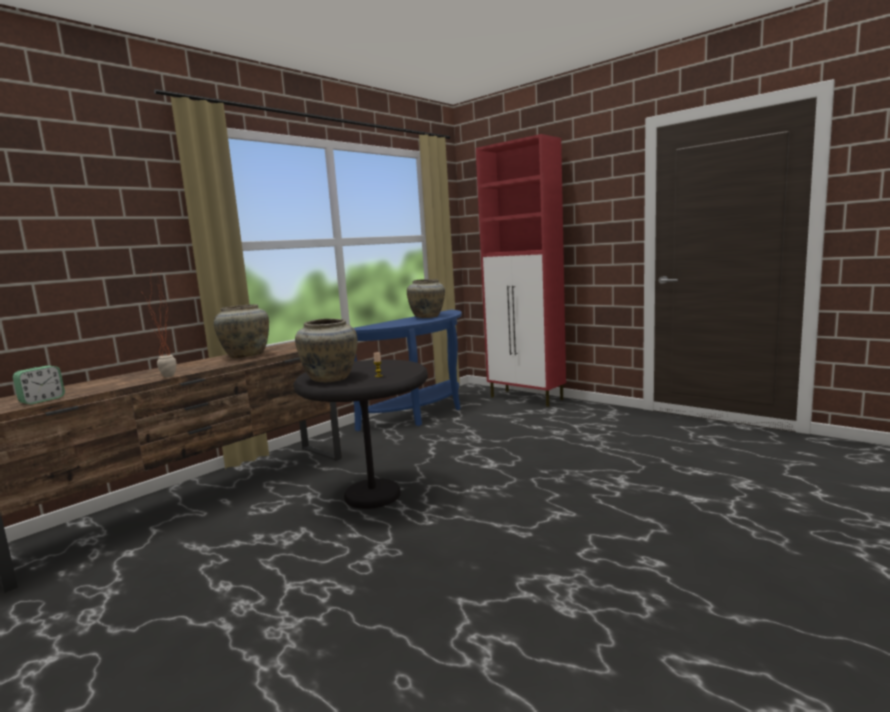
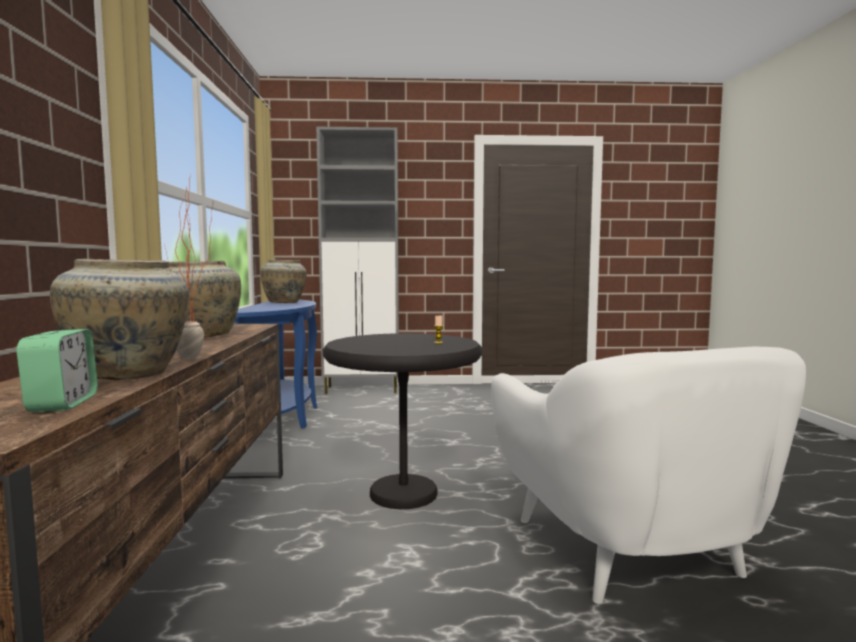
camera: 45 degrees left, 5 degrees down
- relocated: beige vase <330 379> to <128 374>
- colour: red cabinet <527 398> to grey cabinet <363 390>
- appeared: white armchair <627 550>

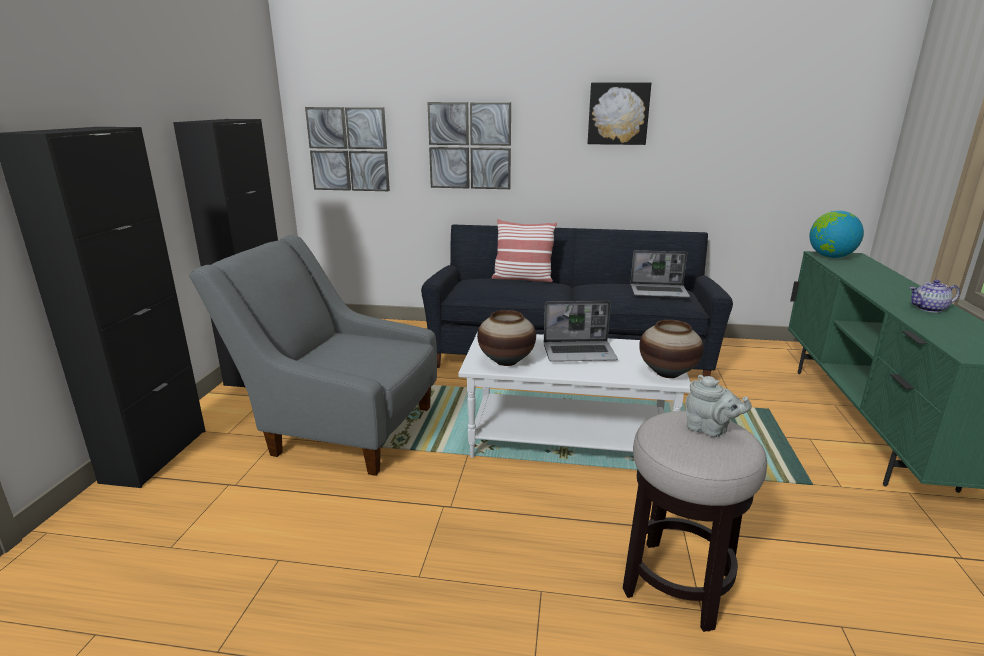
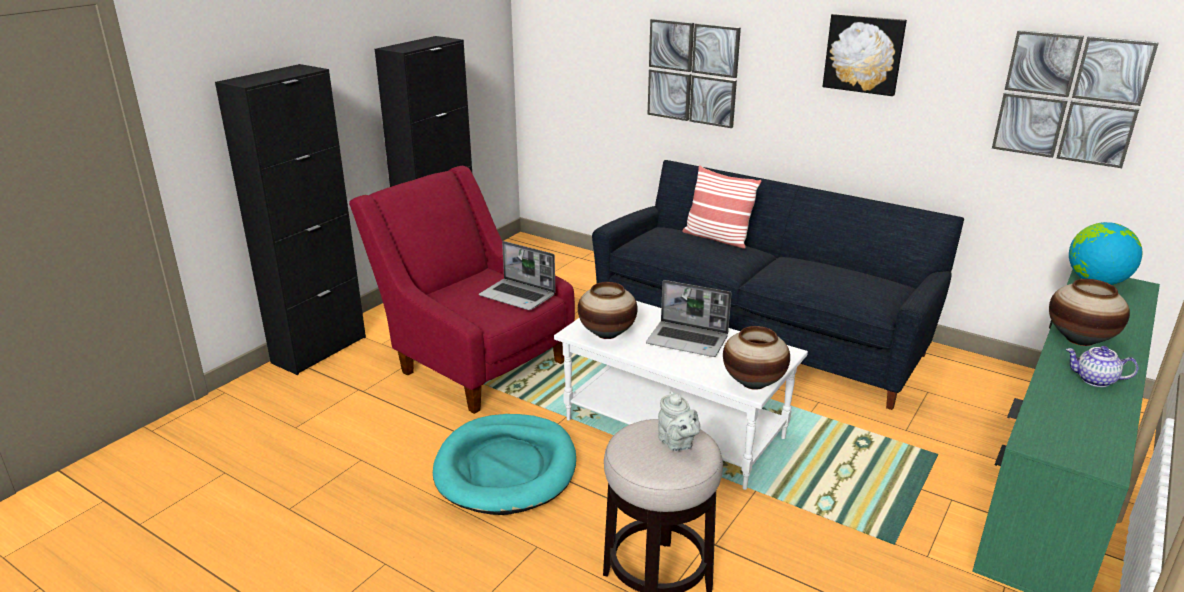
camera: 25 degrees right, 5 degrees up
- colour: grey armchair <341 427> to red armchair <474 361>
- relocated: picture <348 149> to <1070 98>
- relocated: laptop <659 292> to <518 296>
- appeared: turquoise dog bed <506 468>
- appeared: vase <1080 339>

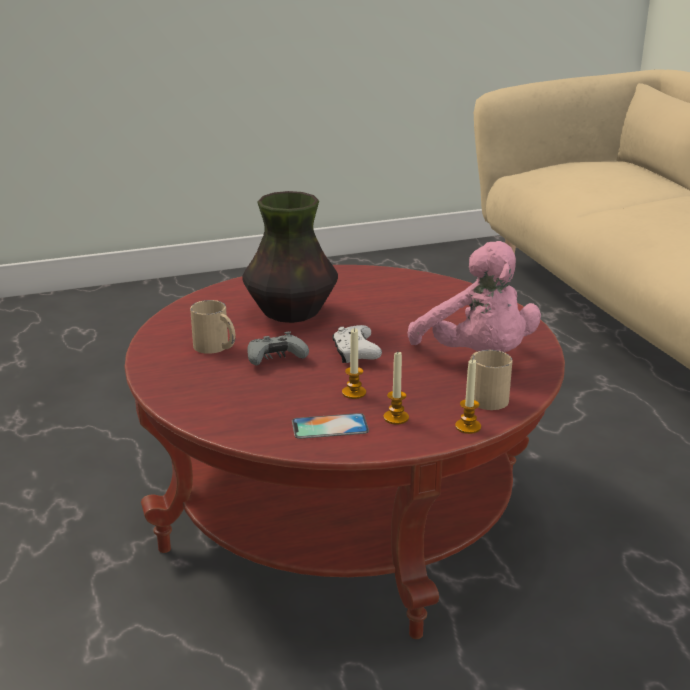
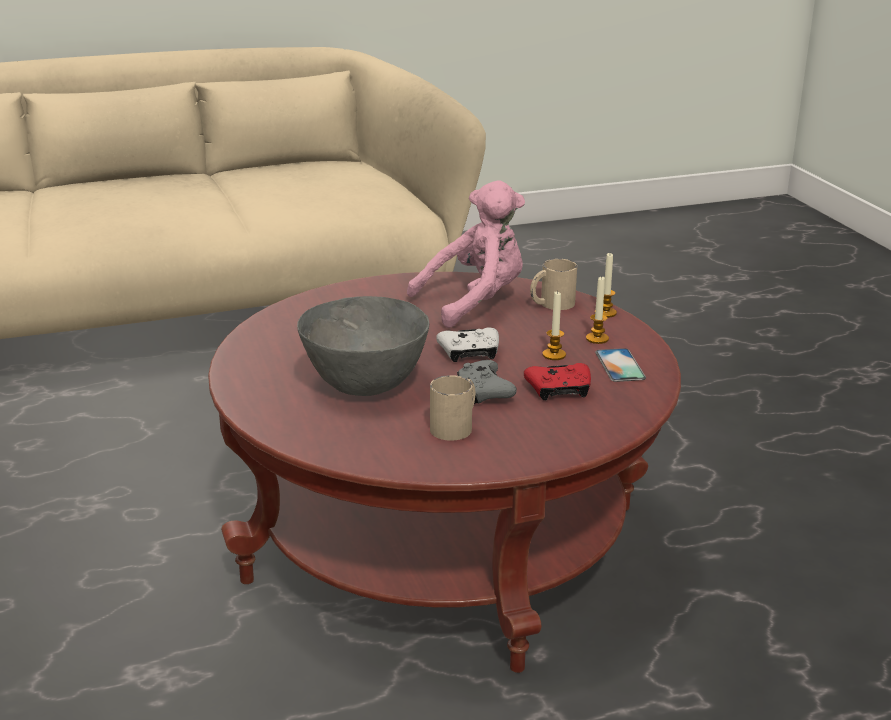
camera: 90 degrees left, 0 degrees up
- exchanged: vase <290 314> to grey bowl <365 386>
- appeared: red game controller <559 390>

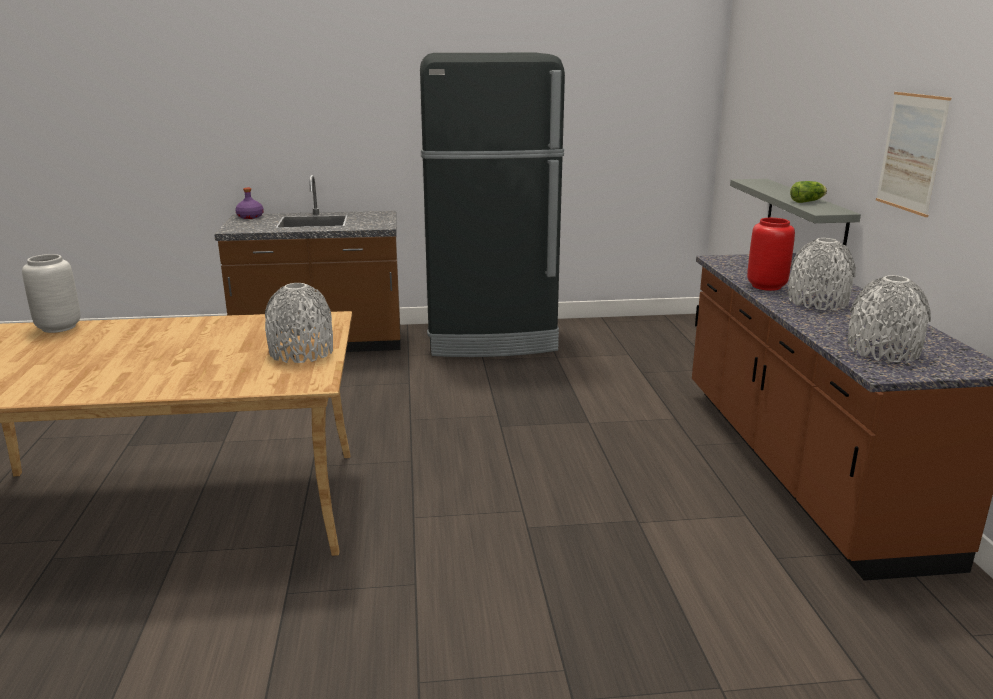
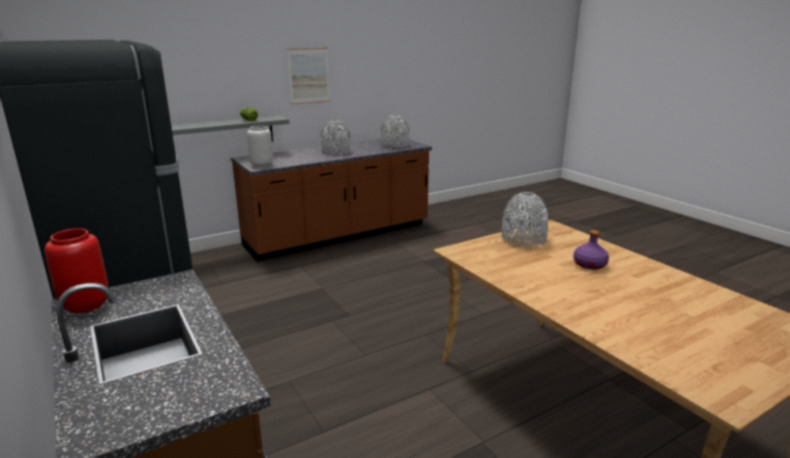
camera: 115 degrees left, 0 degrees up
- relocated: grey vase <60 327> to <261 165>
- relocated: purple bottle <250 217> to <590 264>
- relocated: red vase <767 286> to <86 304>

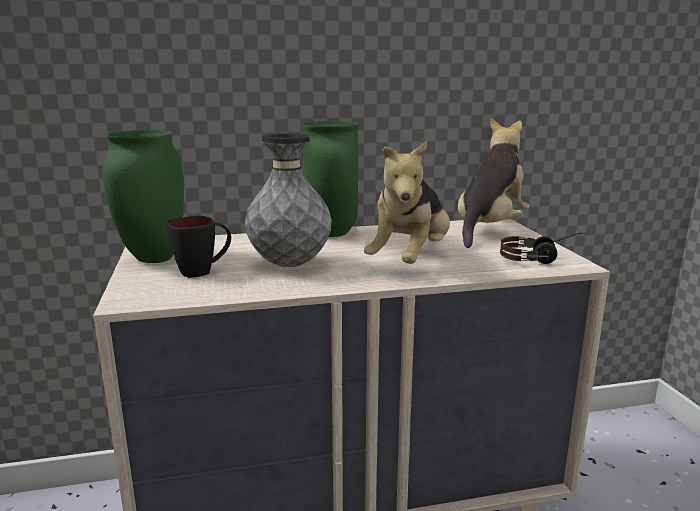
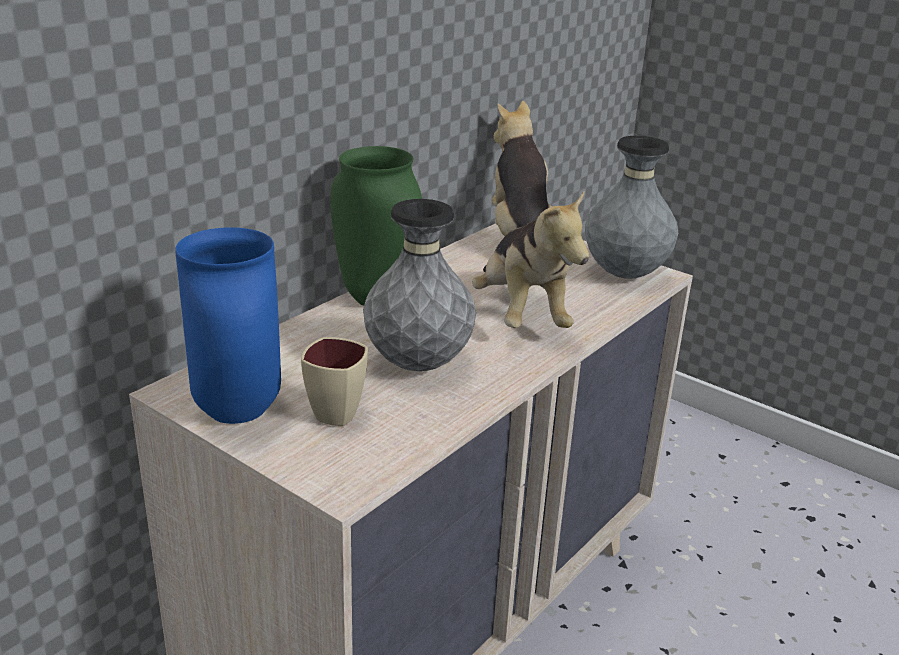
camera: 40 degrees left, 10 degrees up
- colour: green vase <155 259> to blue vase <241 412>
- colour: black mug <203 271> to beige mug <341 409>
- exchanged: headphones <541 258> to grey vase <624 275>

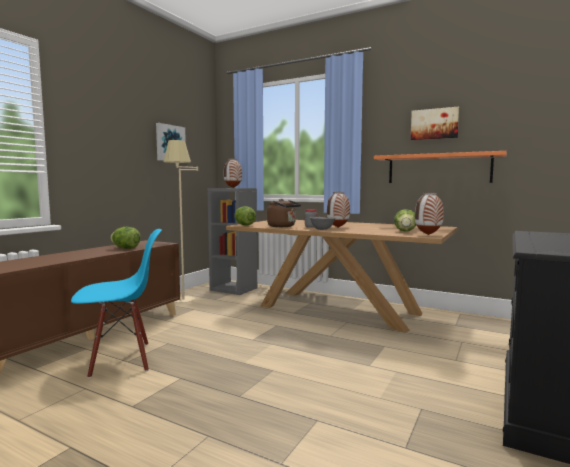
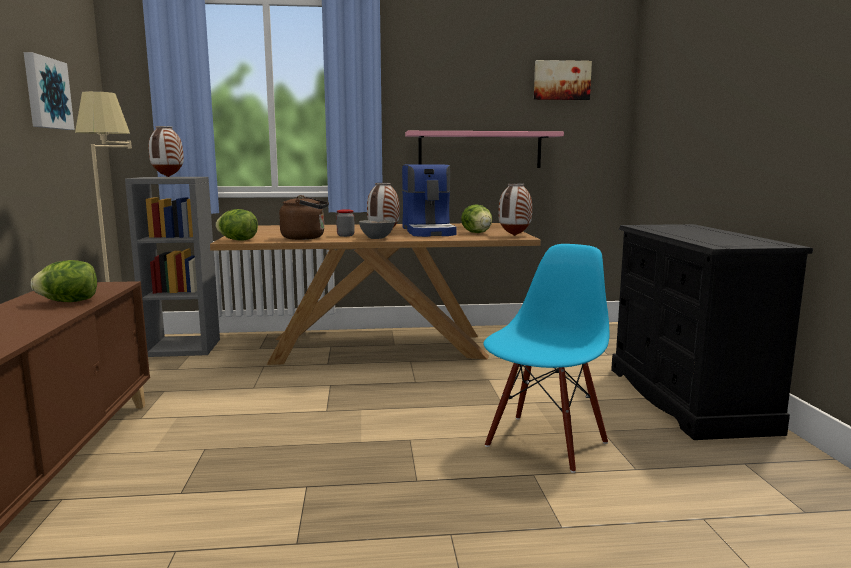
camera: 35 degrees left, 5 degrees up
- relocated: blue chair <121 360> to <545 443>
- colour: orange shelf <438 169> to pink shelf <480 150>
- relocated: picture <434 124> to <561 80>
- appeared: coffee machine <429 231>

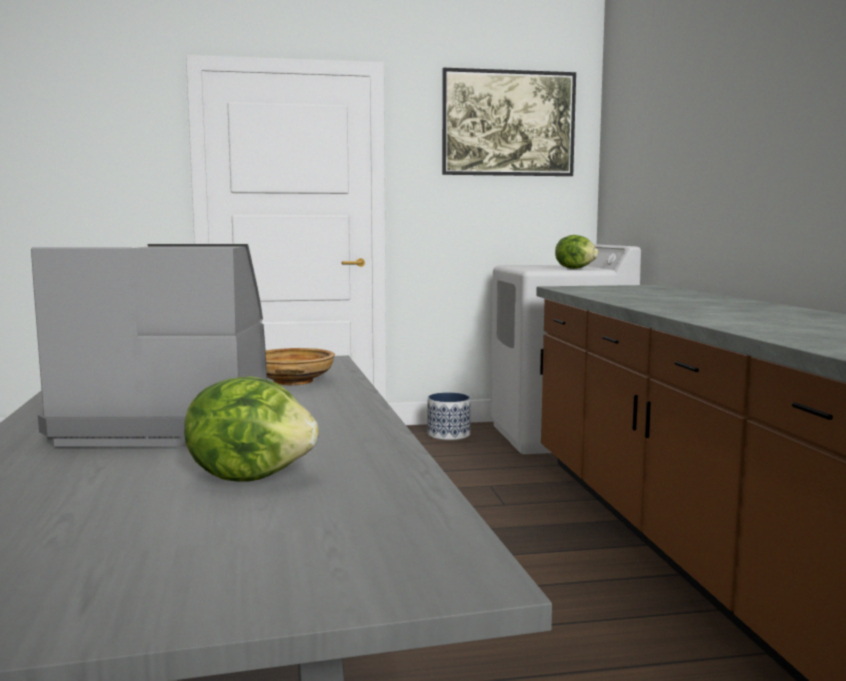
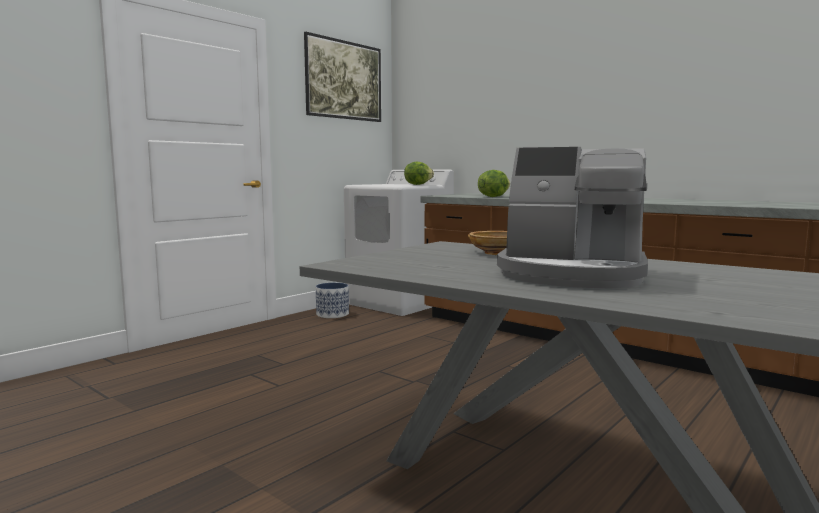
camera: 40 degrees left, 0 degrees up
- spun: coffee machine <173 423> = <572 274> 120 degrees counterclockwise
- relocated: lettuce <252 476> to <493 197>

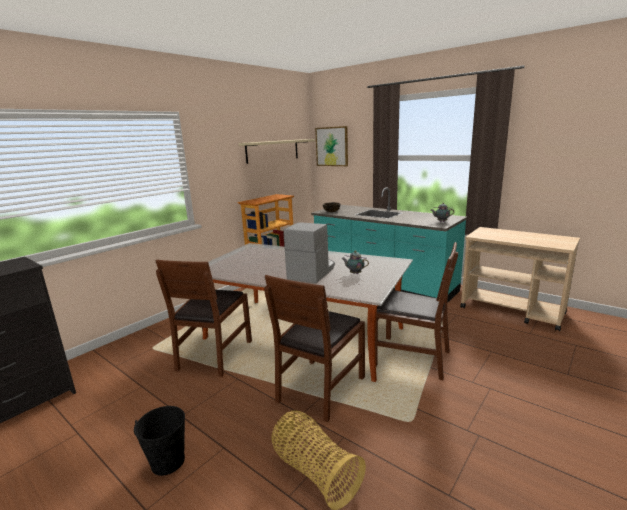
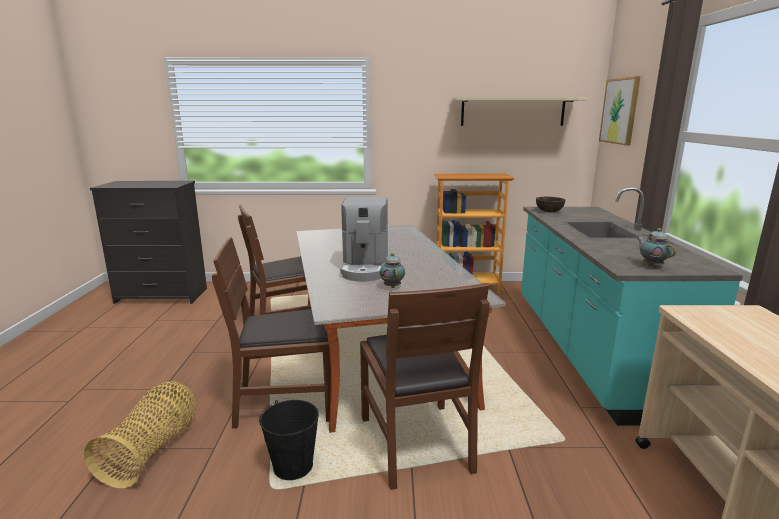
camera: 50 degrees right, 0 degrees up
- relocated: black bucket <168 461> to <293 467>
- spun: coffee machine <312 272> = <365 268> 105 degrees clockwise

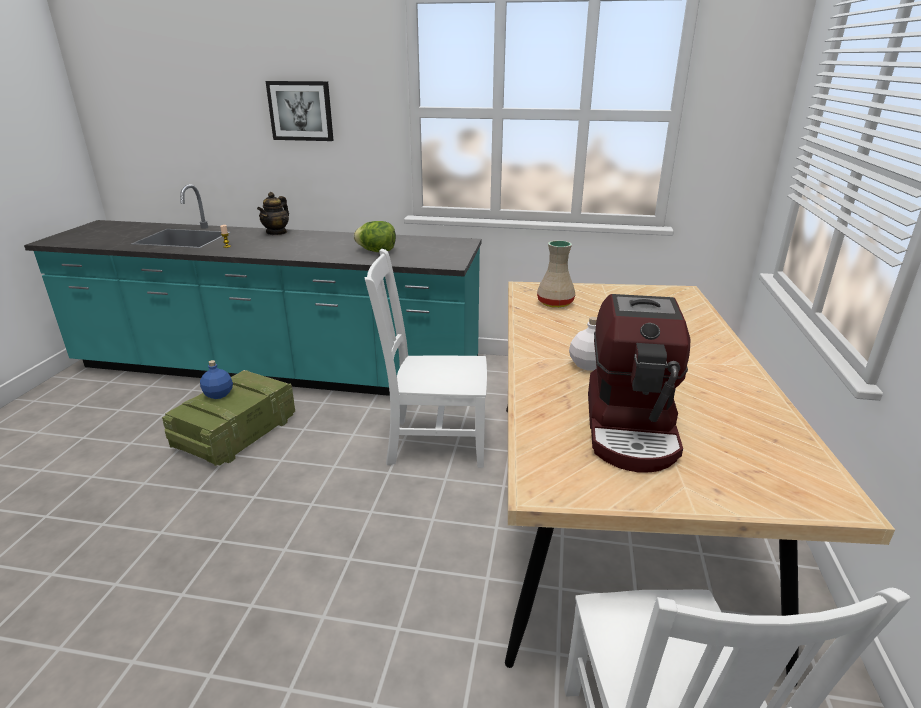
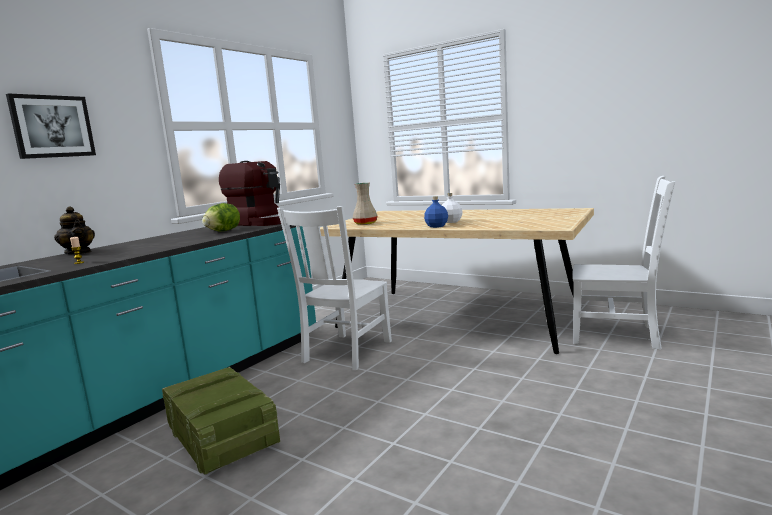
camera: 65 degrees left, 15 degrees down
- relocated: blue bottle <219 394> to <436 226>
- relocated: coffee machine <632 428> to <261 222>

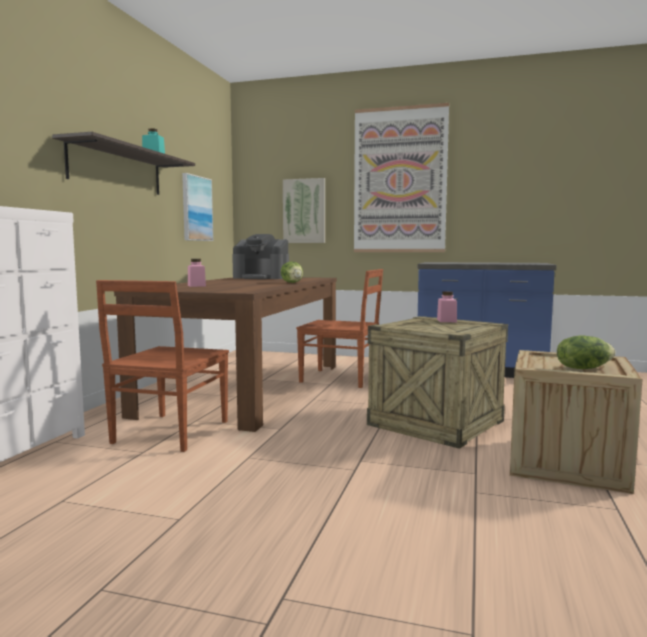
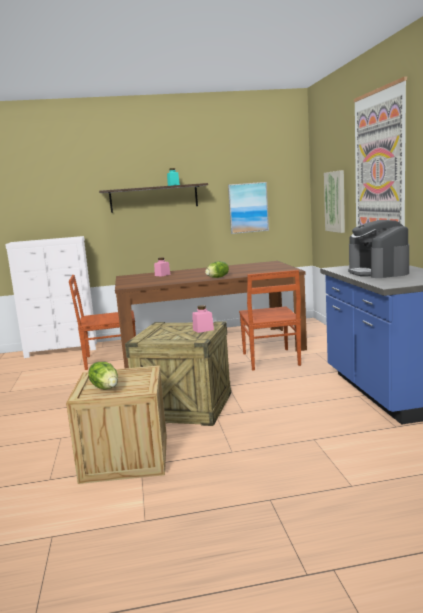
camera: 65 degrees right, 5 degrees up
- relocated: coffee machine <262 278> to <378 272>

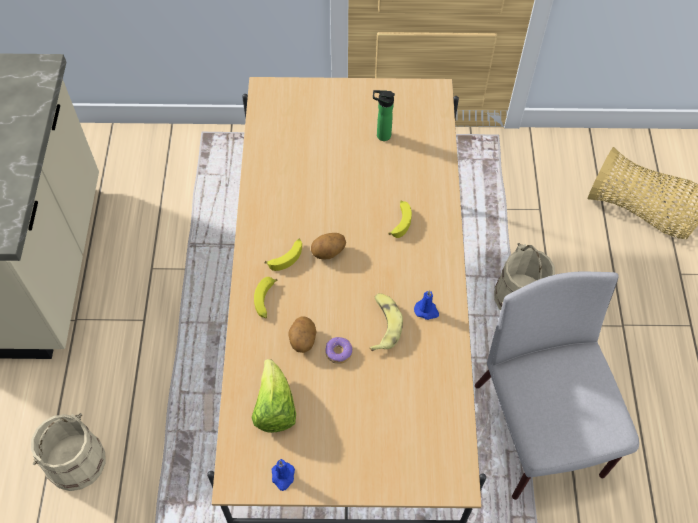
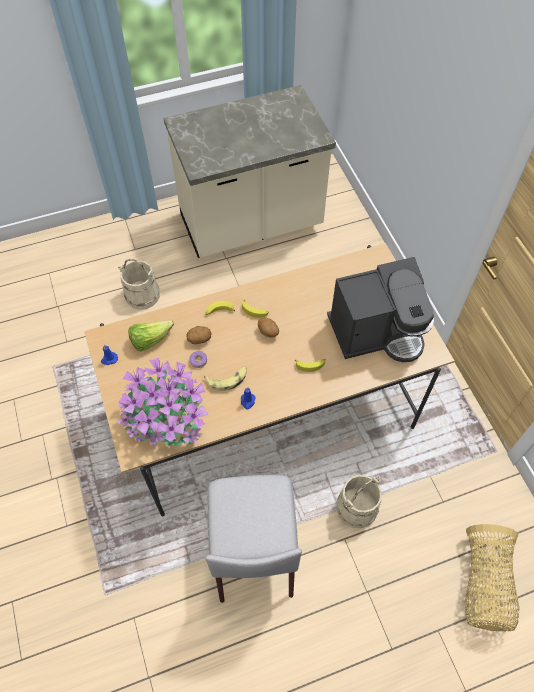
camera: 70 degrees right, 0 degrees up
- exchanged: bottle <381 135> to coffee machine <377 332>
- spun: grey chair <539 432> = <253 549> 120 degrees clockwise
- appeared: potted plant <166 419>

